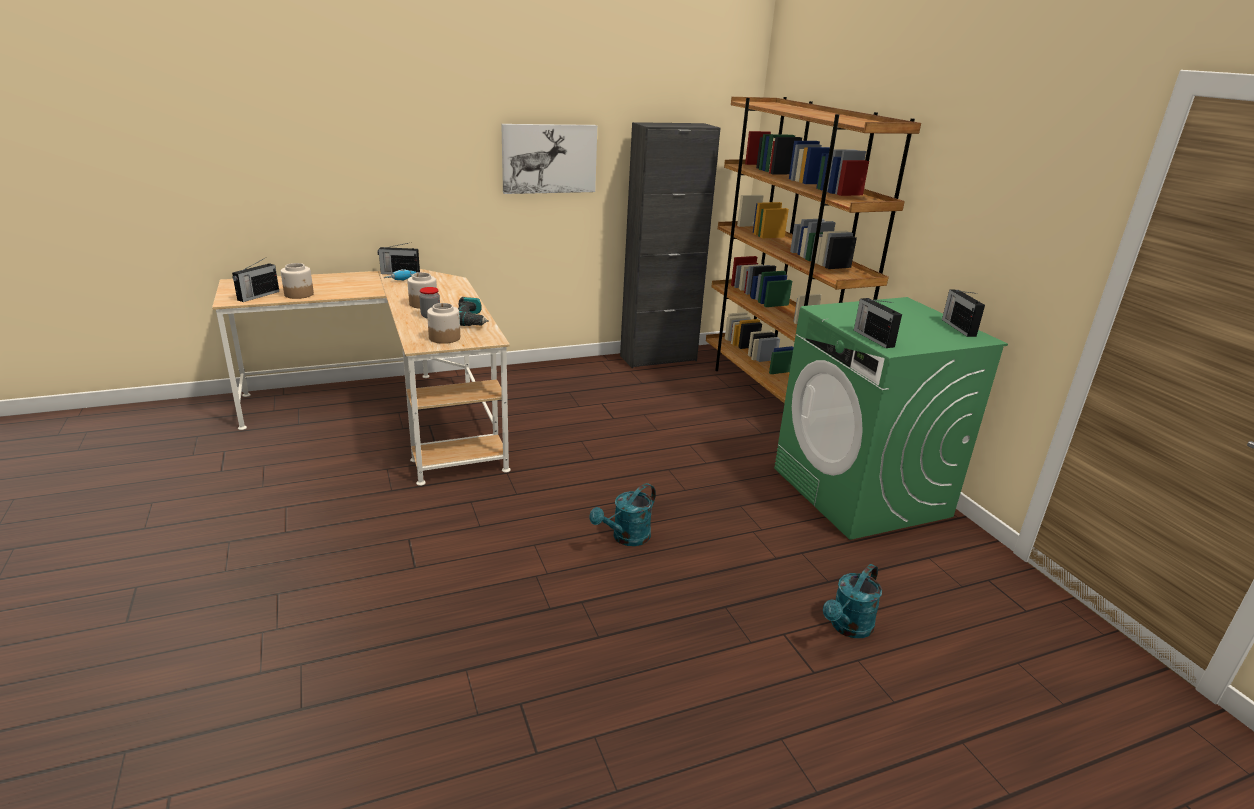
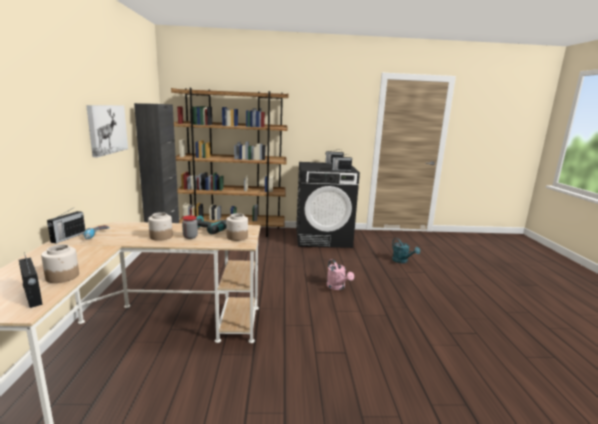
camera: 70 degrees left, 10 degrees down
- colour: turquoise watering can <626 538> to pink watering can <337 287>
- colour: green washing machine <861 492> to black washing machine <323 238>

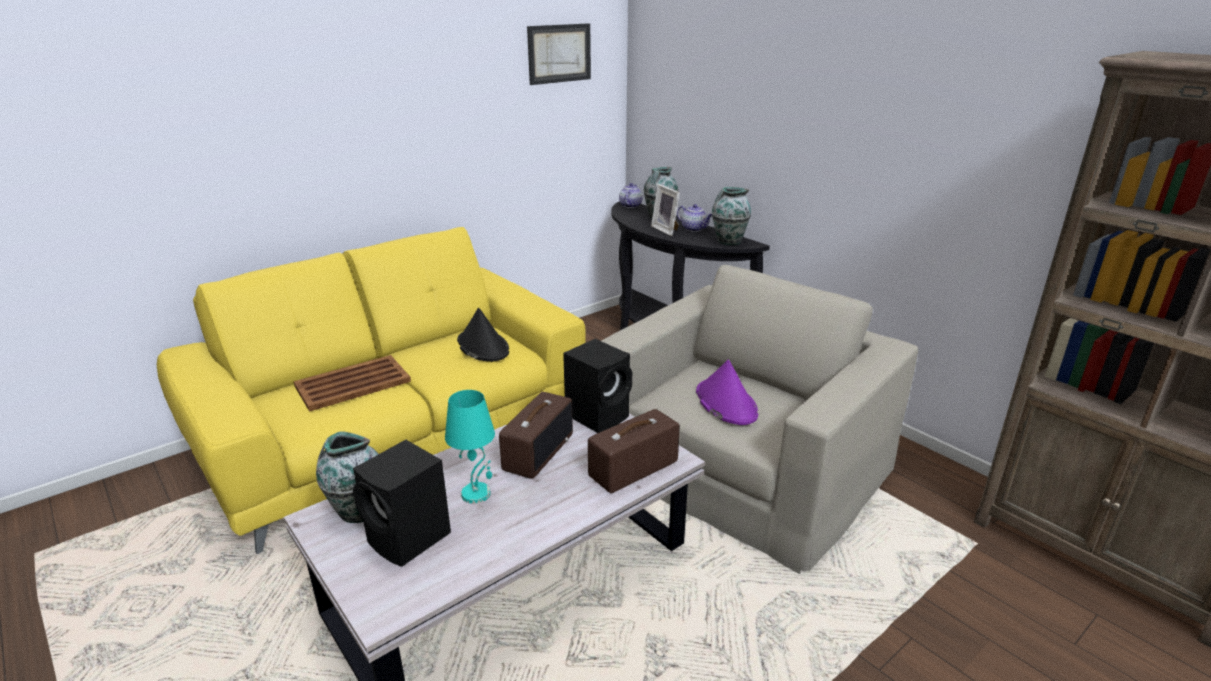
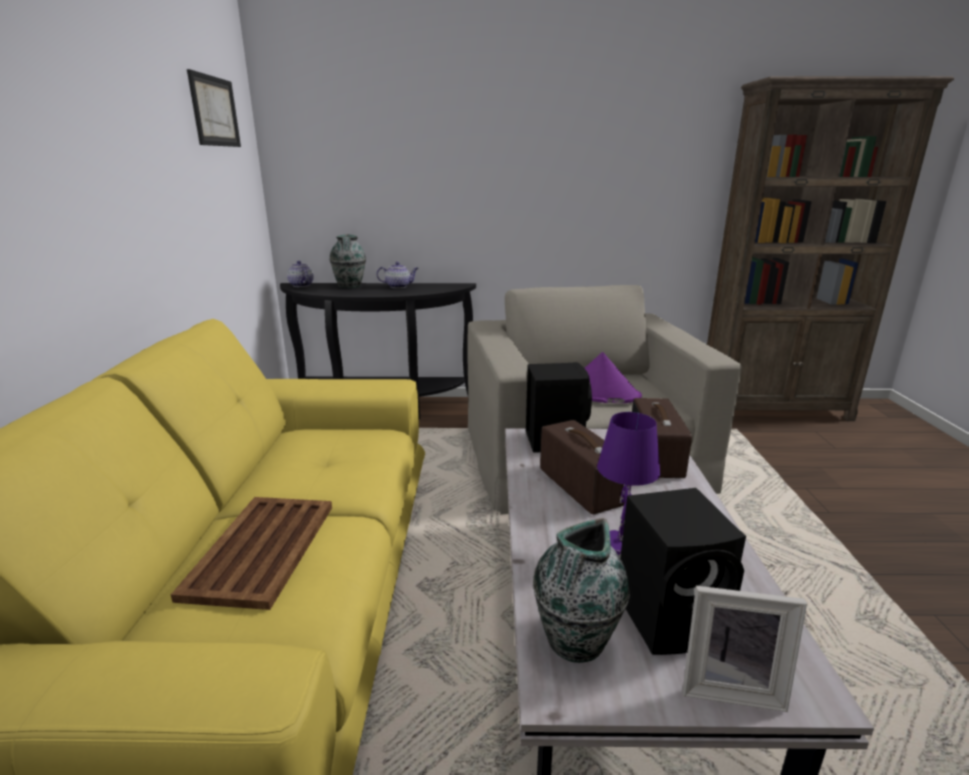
camera: 50 degrees left, 5 degrees down
- colour: turquoise table lamp <476 493> to purple table lamp <619 544>
- missing: black hat <482 346>
- relocated: picture frame <667 230> to <730 686>
- missing: vase <728 241>

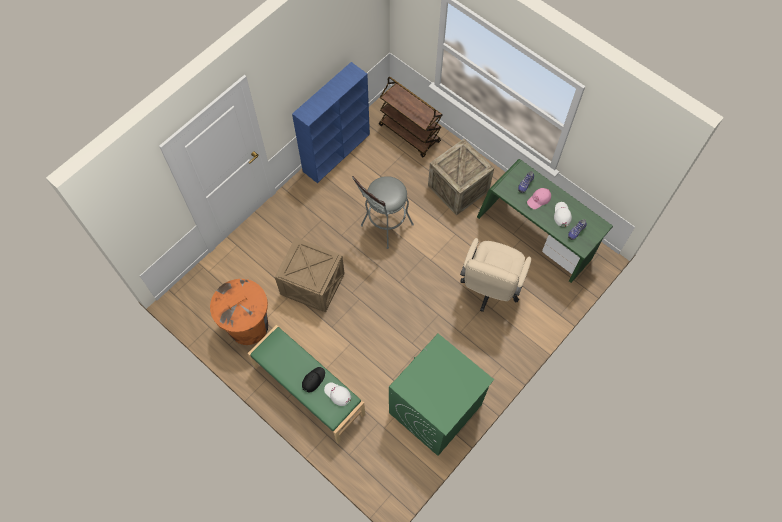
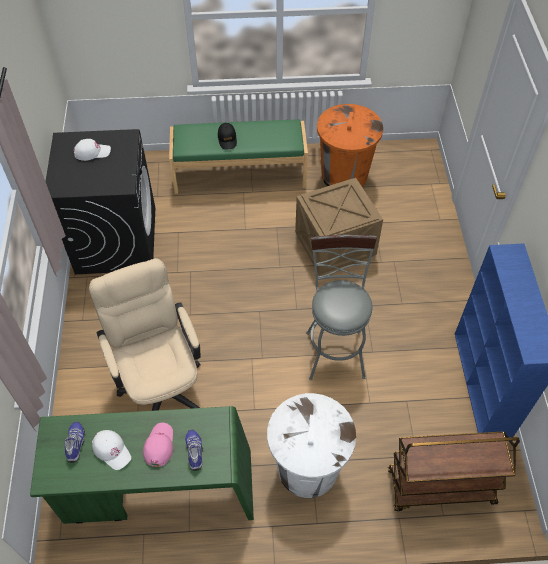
camera: 135 degrees right, 10 degrees down
- relocated: white cap <337 394> to <92 152>
- colour: green washing machine <435 409> to black washing machine <116 239>
- exchanged: crate <458 188> to white trash can <307 468>

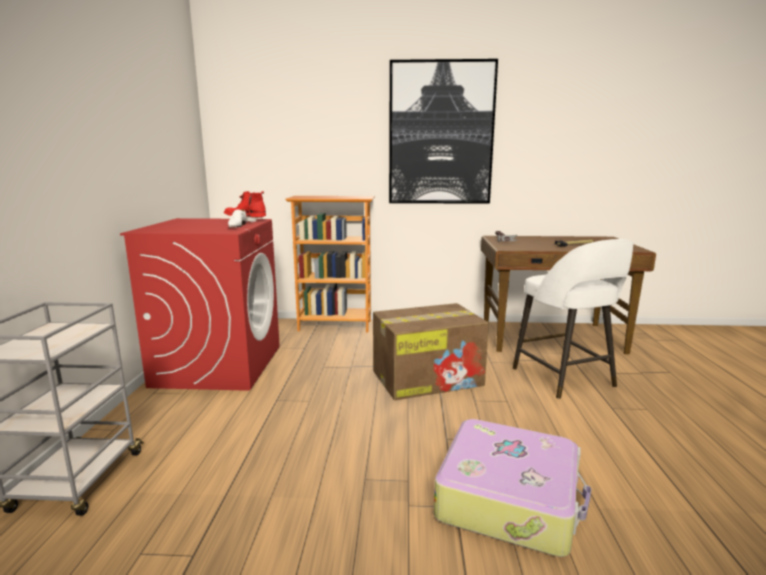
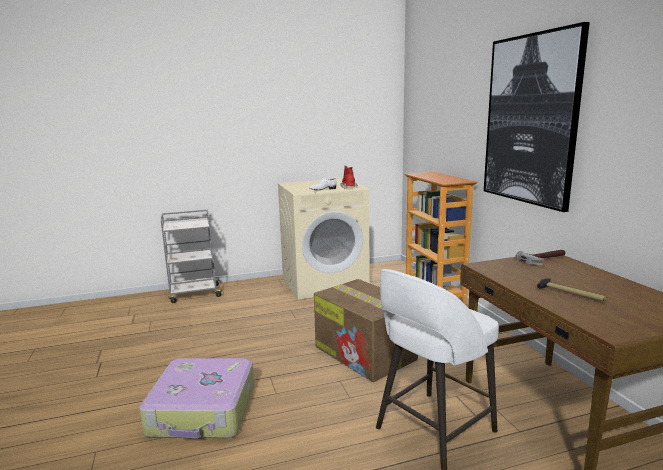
camera: 70 degrees right, 0 degrees up
- colour: red washing machine <219 365> to beige washing machine <324 282>

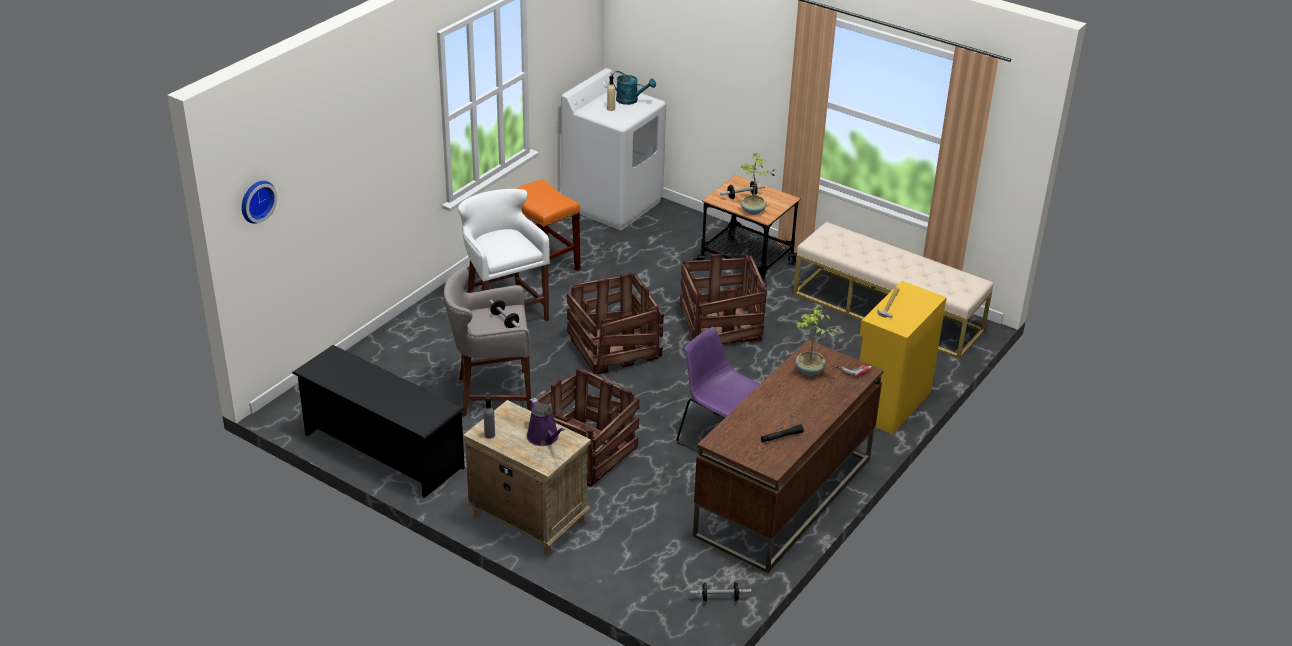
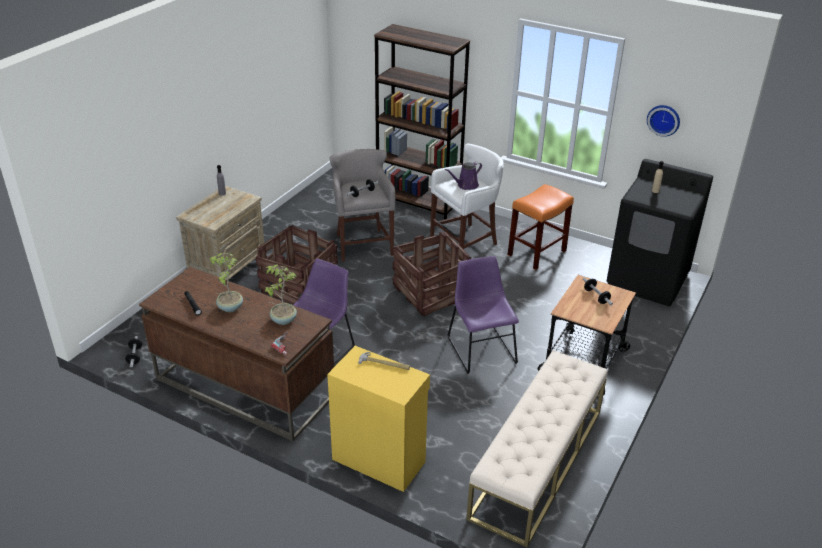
camera: 85 degrees right, 0 degrees up
- relocated: wall clock <256 200> to <664 119>
- missing: black shoe rack <382 451>
- relocated: purple watering can <544 438> to <466 185>
- colour: white washing machine <612 204> to black washing machine <648 280>
- missing: turquoise watering can <631 100>
- exchanged: crate <720 324> to purple chair <480 348>
- relocated: potted plant <753 211> to <229 307>
- appeared: brown bookcase <418 202>

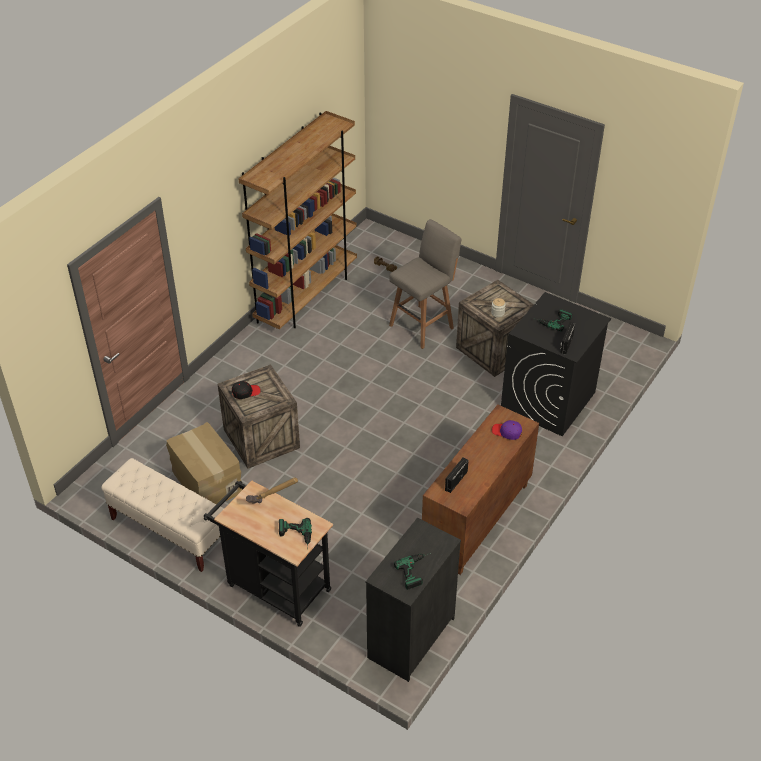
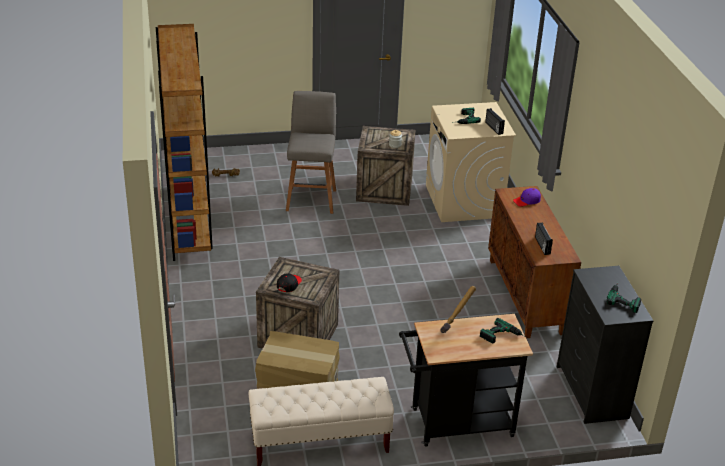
camera: 45 degrees left, 10 degrees down
- colour: black washing machine <548 400> to beige washing machine <464 201>

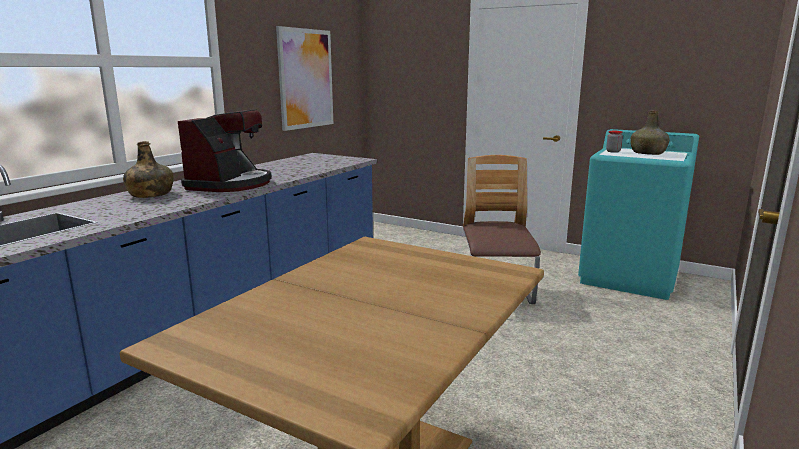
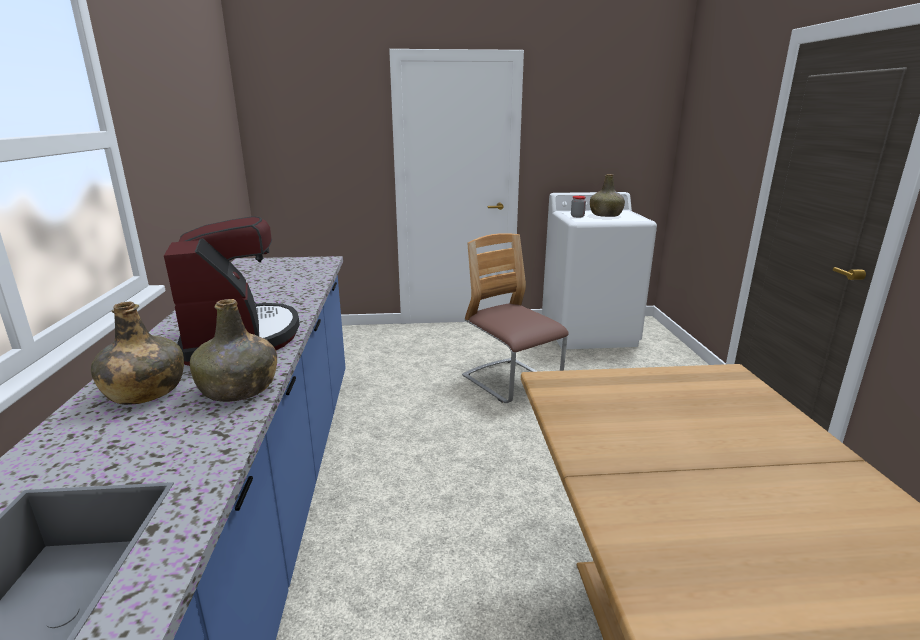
camera: 35 degrees left, 5 degrees up
- missing: picture <306 79>
- colour: turquoise washing machine <629 277> to white washing machine <589 332>
- appeared: green bottle <239 389>

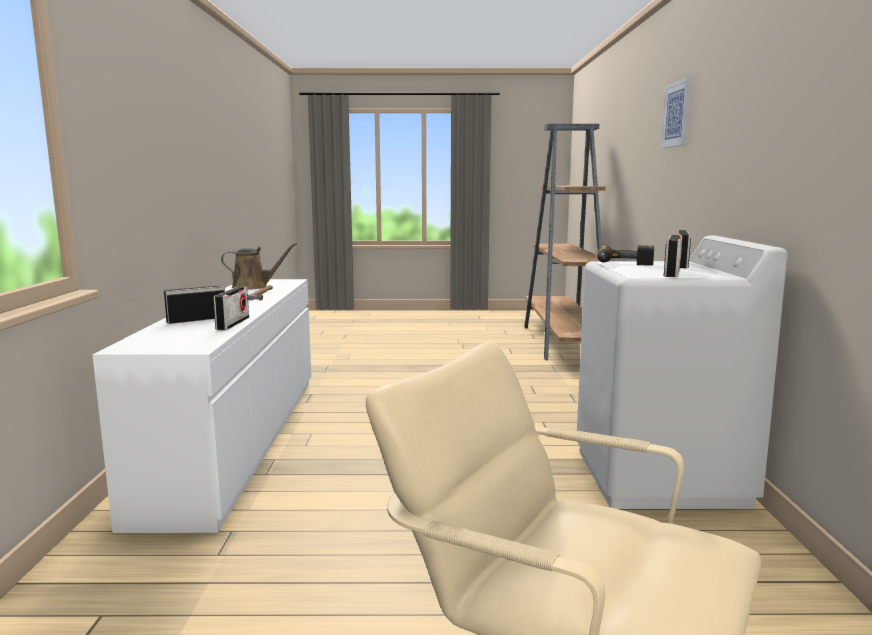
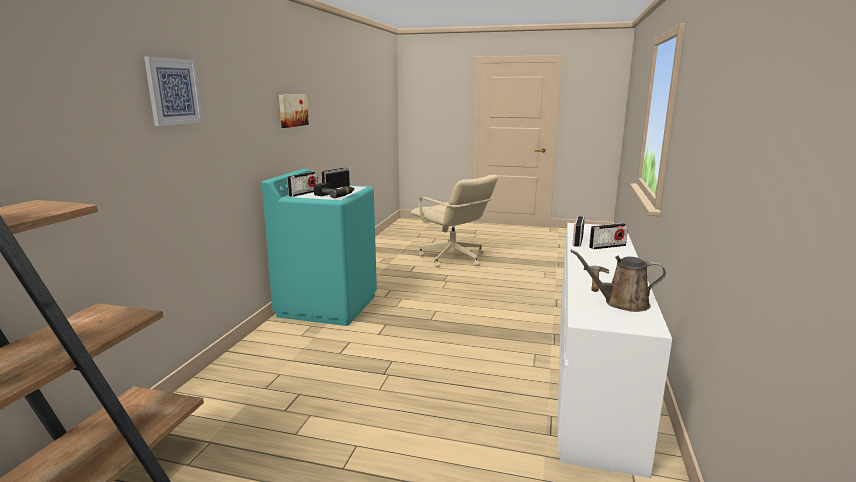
camera: 165 degrees left, 5 degrees up
- colour: white washing machine <659 477> to turquoise washing machine <328 305>
- appeared: picture <292 110>

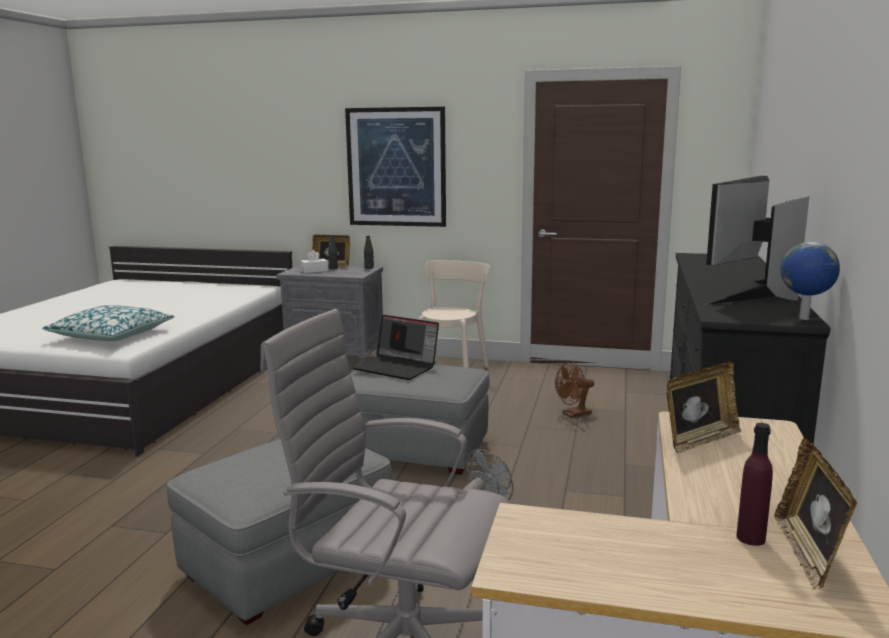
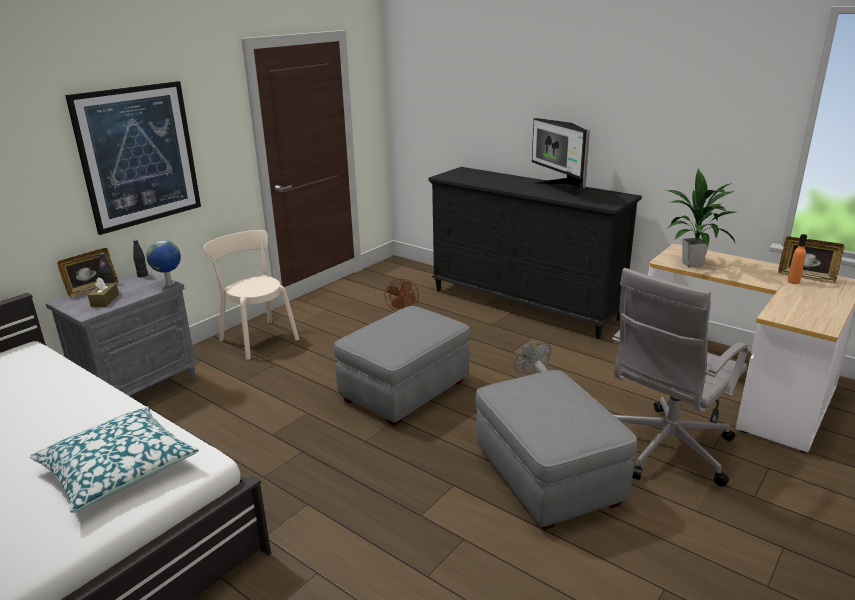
camera: 65 degrees left, 10 degrees up
- colour: white tissue box <314 271> to brown tissue box <105 300>
- missing: laptop <397 367>
- exchanged: picture frame <699 440> to potted plant <692 264>
- colour: purple bottle <750 538> to orange bottle <793 282>
- relocated: globe <804 319> to <169 285>

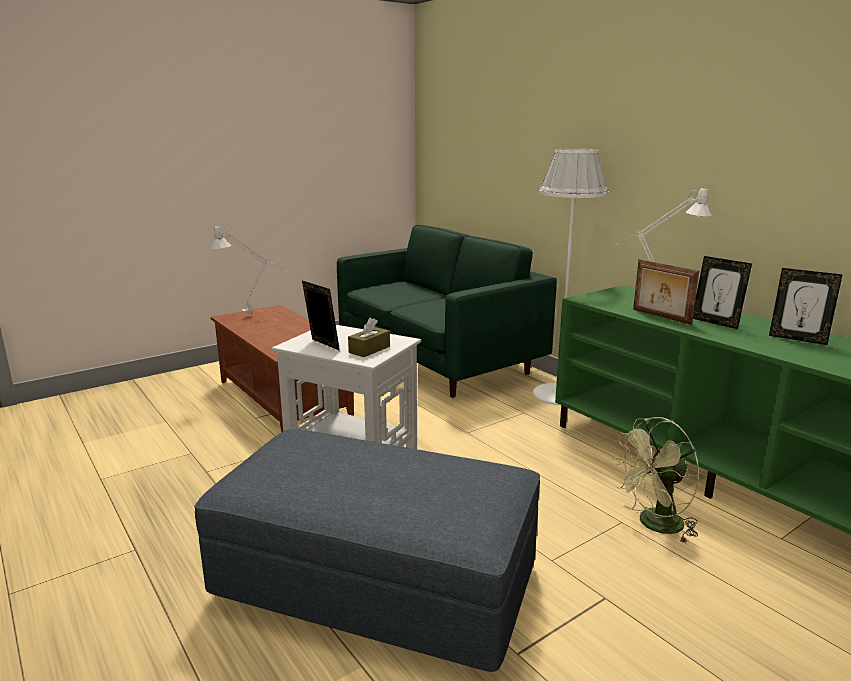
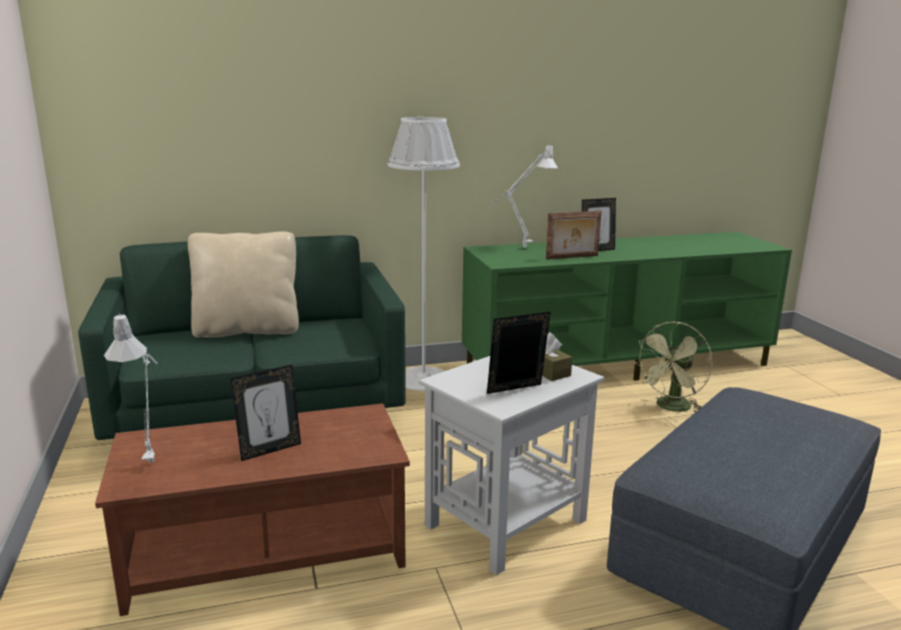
camera: 70 degrees left, 0 degrees up
- spun: green fan <654 525> = <671 408> 45 degrees clockwise
- relocated: picture frame <798 339> to <269 450>
- appeared: beige pillow <247 330>

